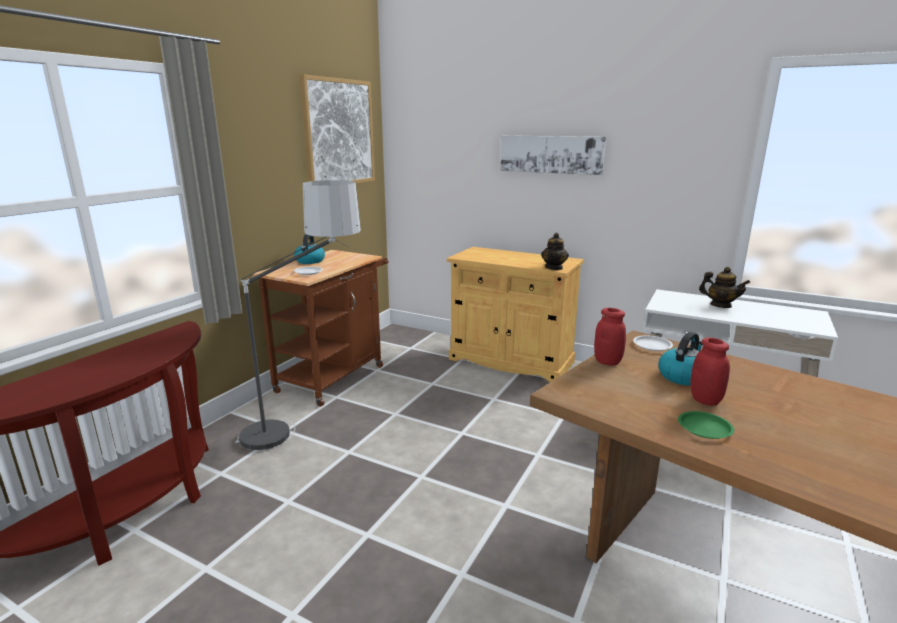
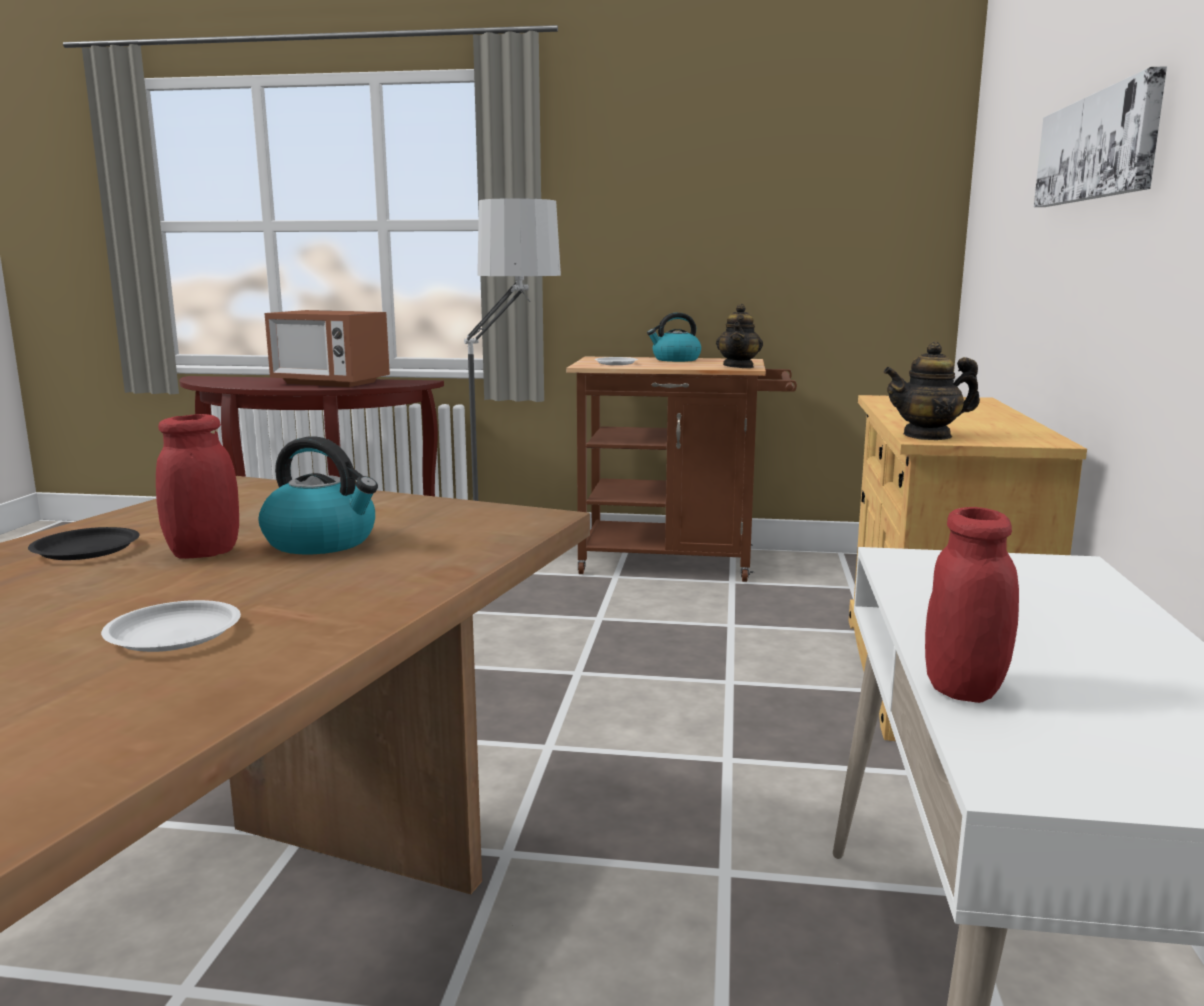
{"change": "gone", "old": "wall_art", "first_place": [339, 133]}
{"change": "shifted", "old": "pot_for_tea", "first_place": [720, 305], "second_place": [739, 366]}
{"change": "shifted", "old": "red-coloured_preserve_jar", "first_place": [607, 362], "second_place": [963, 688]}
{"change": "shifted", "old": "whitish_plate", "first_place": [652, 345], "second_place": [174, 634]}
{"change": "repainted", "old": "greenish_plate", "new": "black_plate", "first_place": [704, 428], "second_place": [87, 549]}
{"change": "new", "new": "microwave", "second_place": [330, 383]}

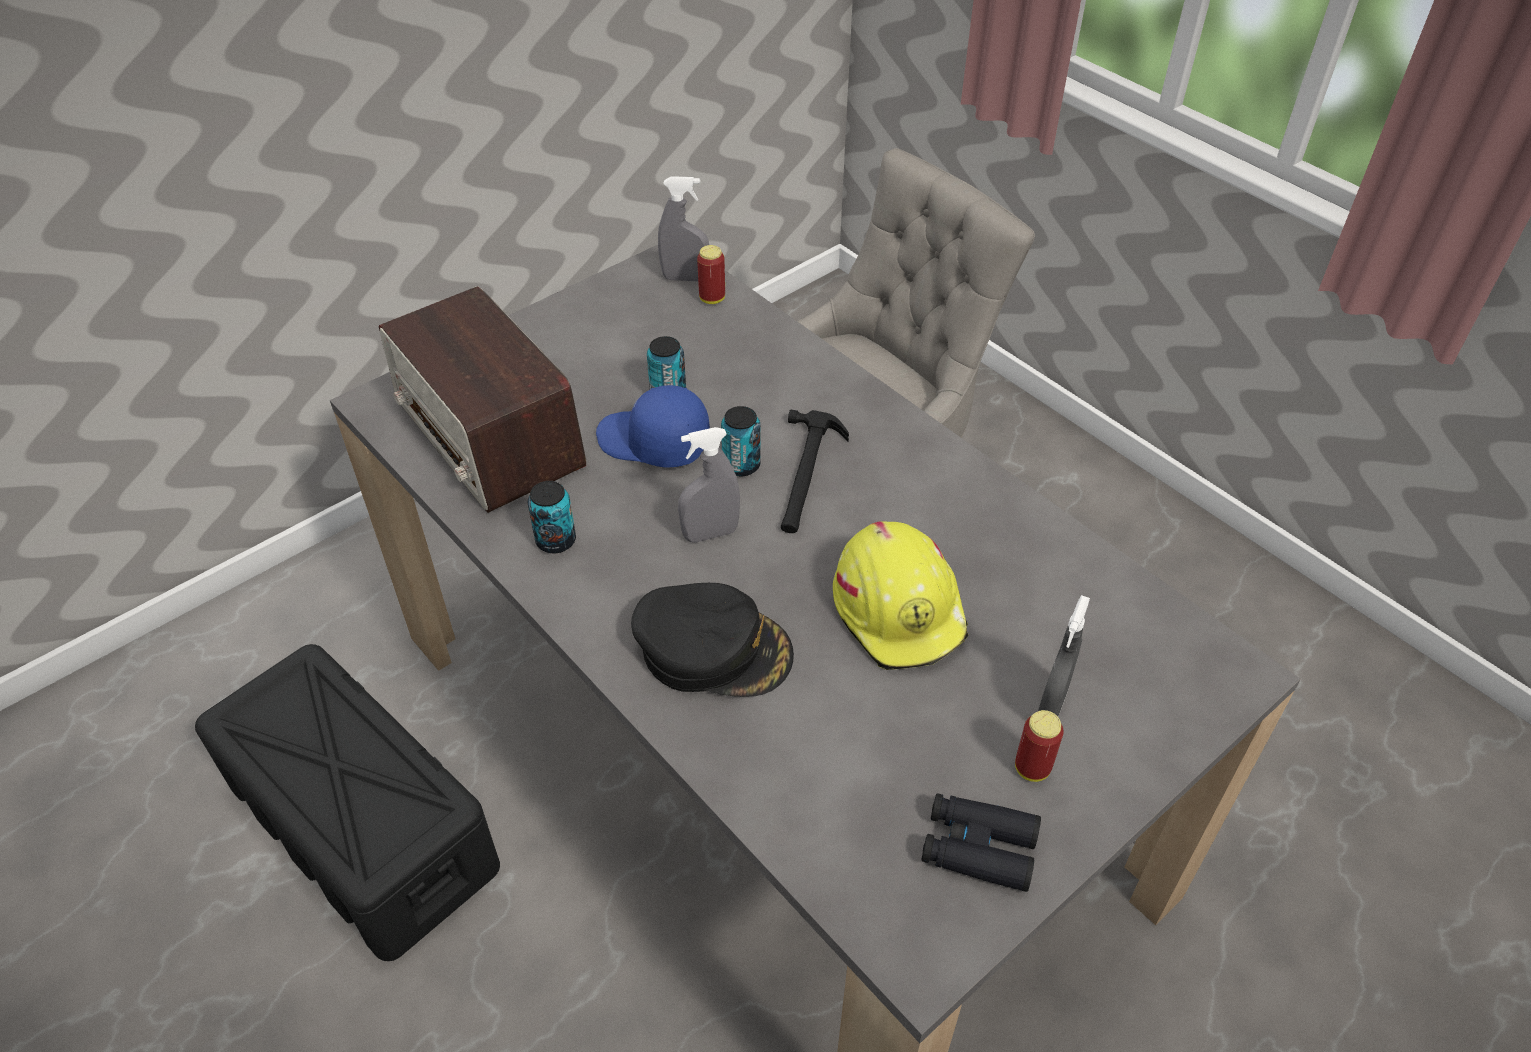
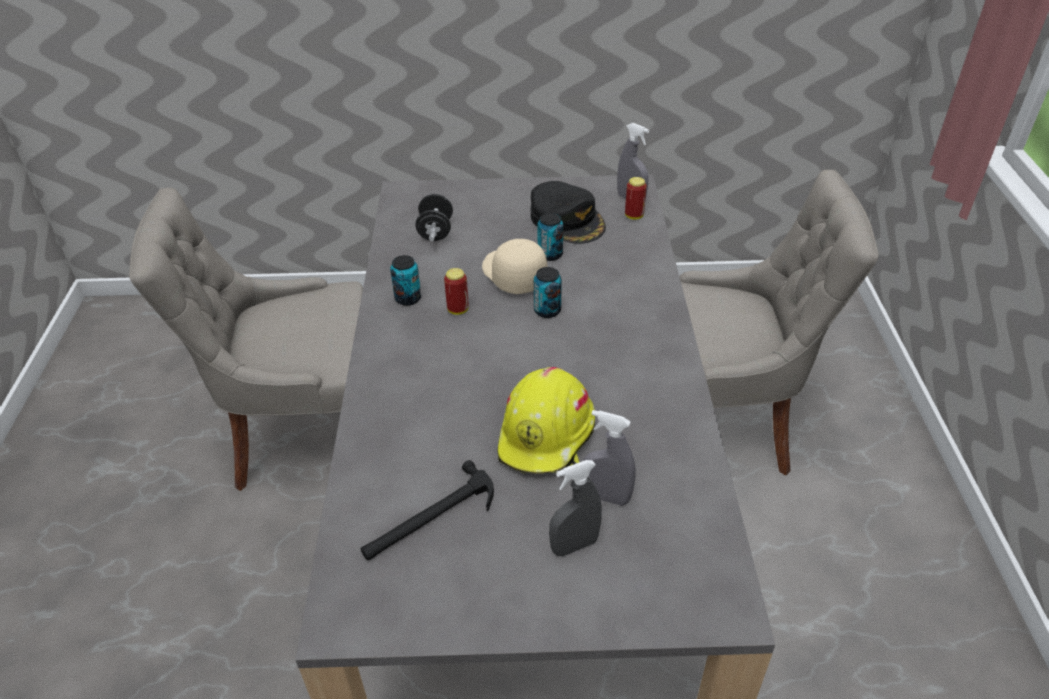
{"change": "swapped", "old": "radio_set", "new": "black_free_weight", "first_place": [490, 434], "second_place": [435, 232]}
{"change": "repainted", "old": "bluish_baseball_cap", "new": "beige-coloured_baseball_cap", "first_place": [653, 442], "second_place": [512, 275]}
{"change": "shifted", "old": "hammer", "first_place": [806, 474], "second_place": [429, 519]}
{"change": "shifted", "old": "grey_spray_bottle", "first_place": [710, 534], "second_place": [606, 497]}
{"change": "shifted", "old": "black_baseball_cap", "first_place": [713, 648], "second_place": [567, 219]}
{"change": "swapped", "old": "black_storage_bin", "new": "grey_plain_chair", "first_place": [361, 825], "second_place": [303, 434]}
{"change": "shifted", "old": "sealed_can", "first_place": [1032, 768], "second_place": [458, 310]}
{"change": "gone", "old": "black_pair_of_binoculars", "first_place": [978, 848]}

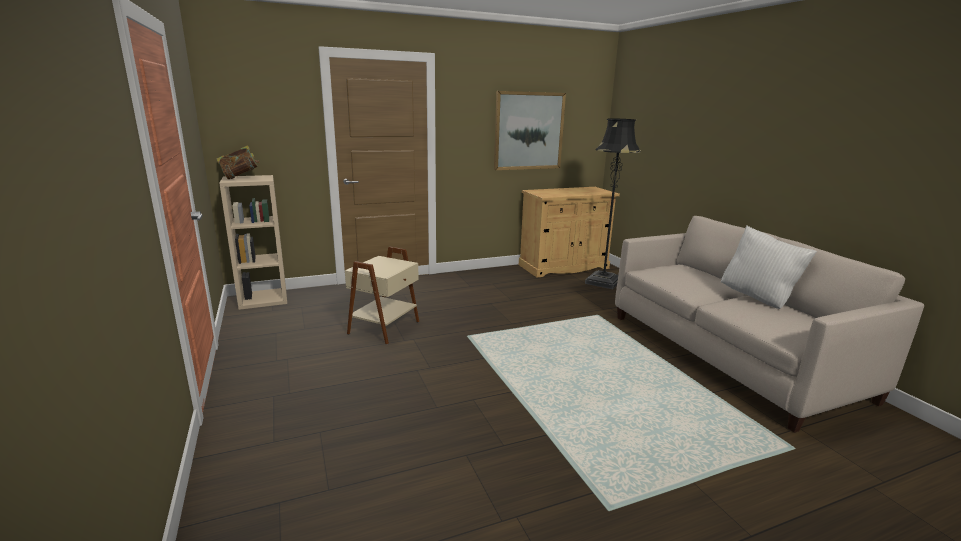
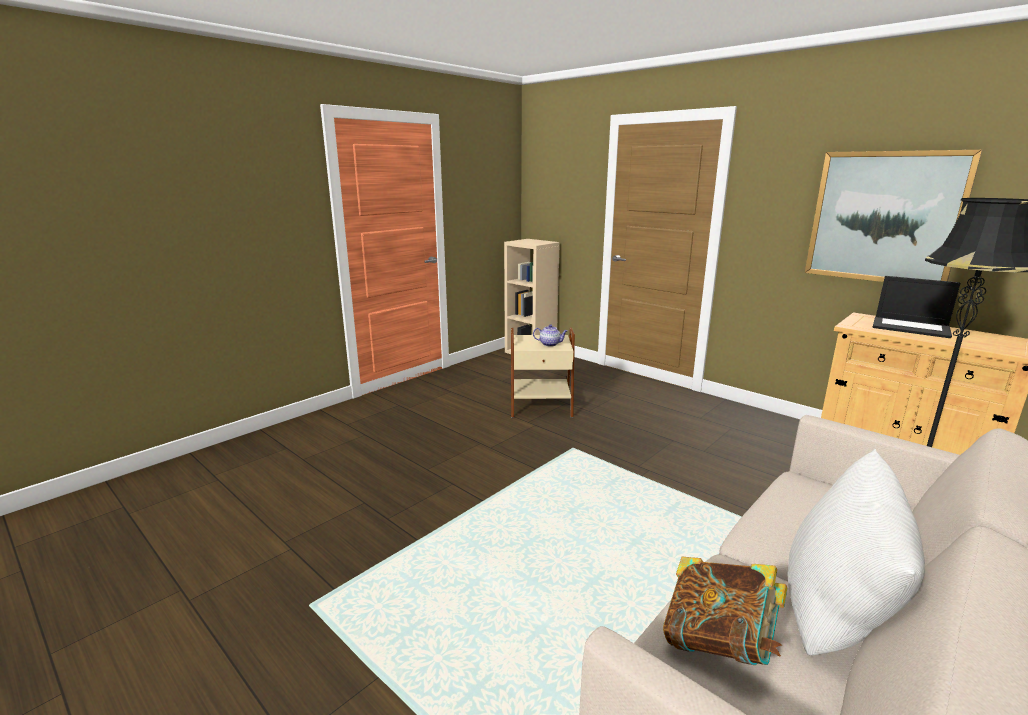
{"change": "shifted", "old": "book", "first_place": [240, 177], "second_place": [719, 642]}
{"change": "new", "new": "portable_computer", "second_place": [911, 327]}
{"change": "new", "new": "pot_for_tea", "second_place": [550, 344]}

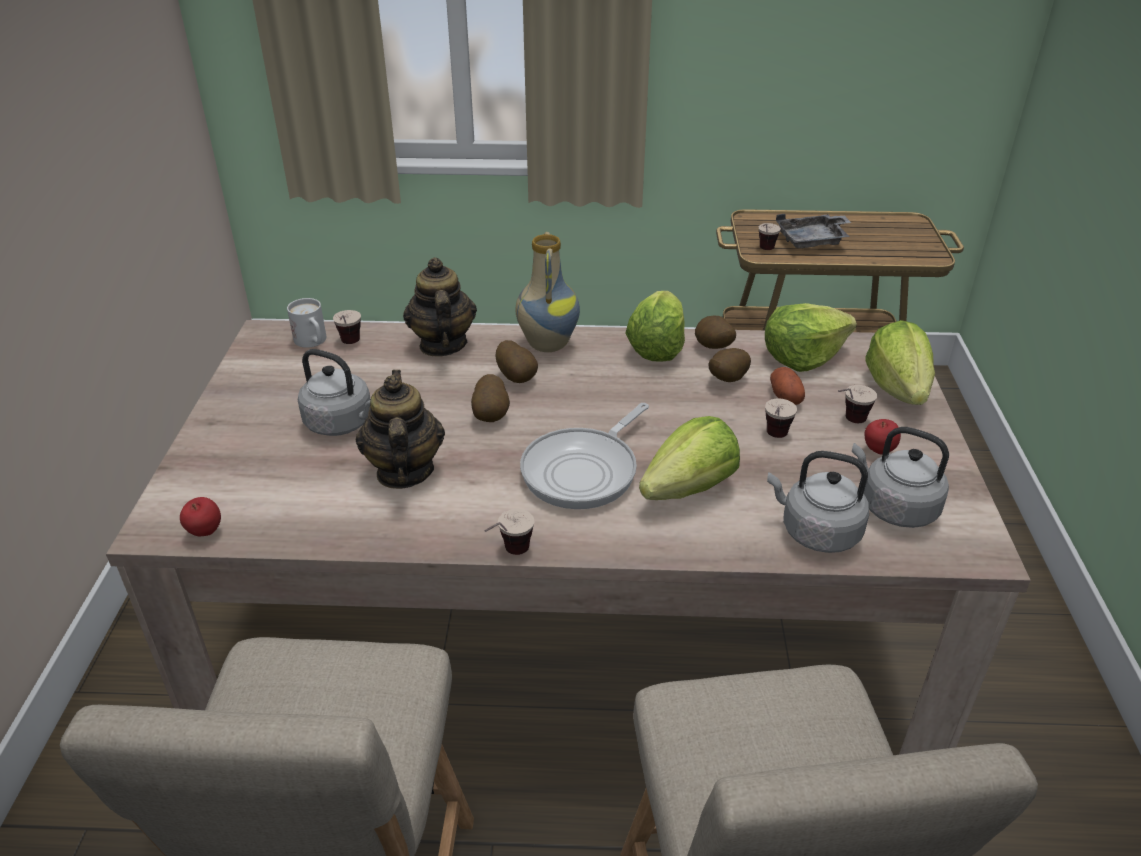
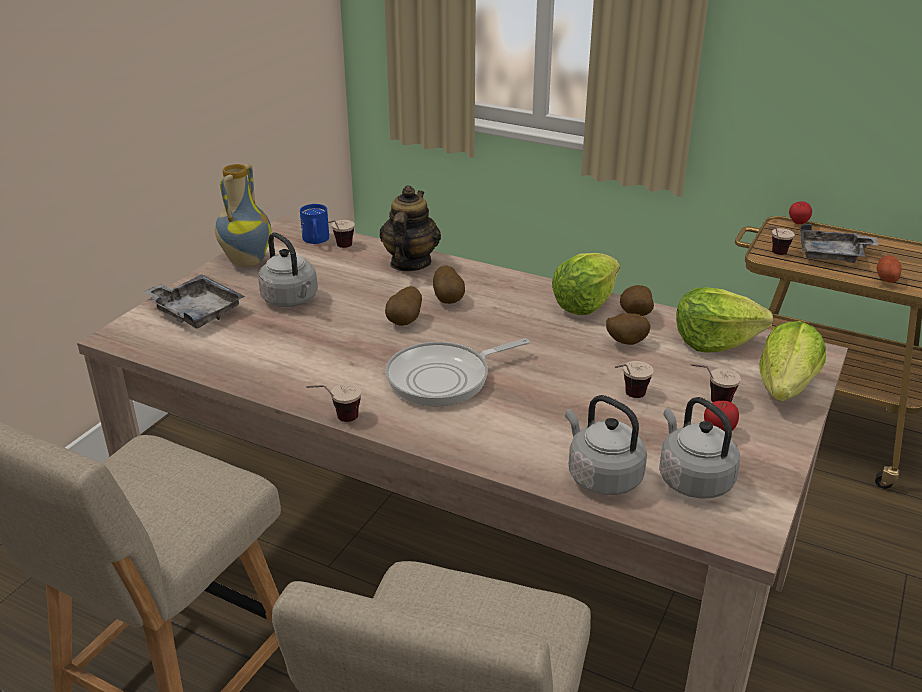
{"change": "shifted", "old": "flower_vase", "first_place": [546, 345], "second_place": [246, 261]}
{"change": "repainted", "old": "whitish_tea_mug", "new": "bluish_tea_mug", "first_place": [313, 342], "second_place": [316, 241]}
{"change": "shifted", "old": "whole_potato", "first_place": [785, 396], "second_place": [886, 277]}
{"change": "gone", "old": "pot_for_tea", "first_place": [404, 471]}
{"change": "gone", "old": "lettuce_head", "first_place": [689, 488]}
{"change": "shifted", "old": "apple_fruit", "first_place": [205, 532], "second_place": [797, 223]}
{"change": "new", "new": "grey_serving_tray", "second_place": [196, 311]}

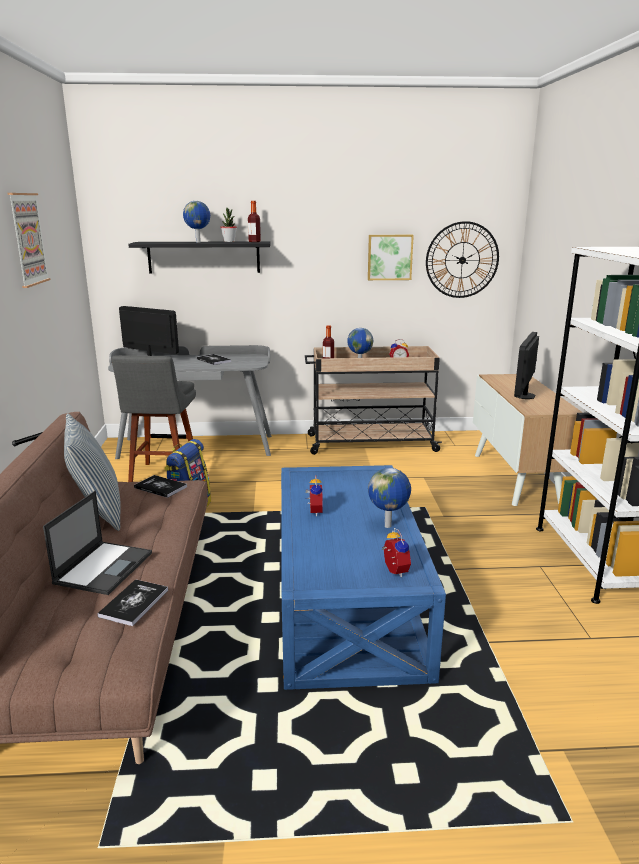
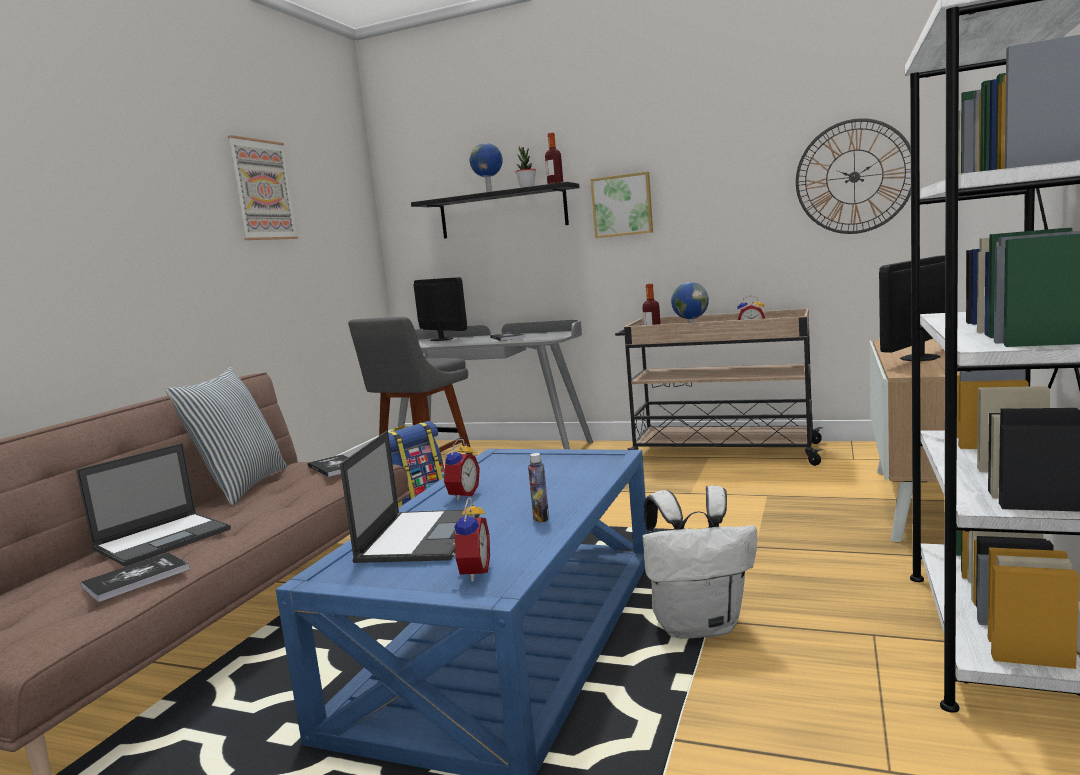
{"change": "shifted", "old": "wall_art", "first_place": [389, 257], "second_place": [622, 205]}
{"change": "swapped", "old": "world_globe", "new": "drink_bottle", "first_place": [388, 526], "second_place": [541, 518]}
{"change": "new", "new": "portable_computer", "second_place": [420, 536]}
{"change": "new", "new": "whitish_rucksack", "second_place": [699, 626]}

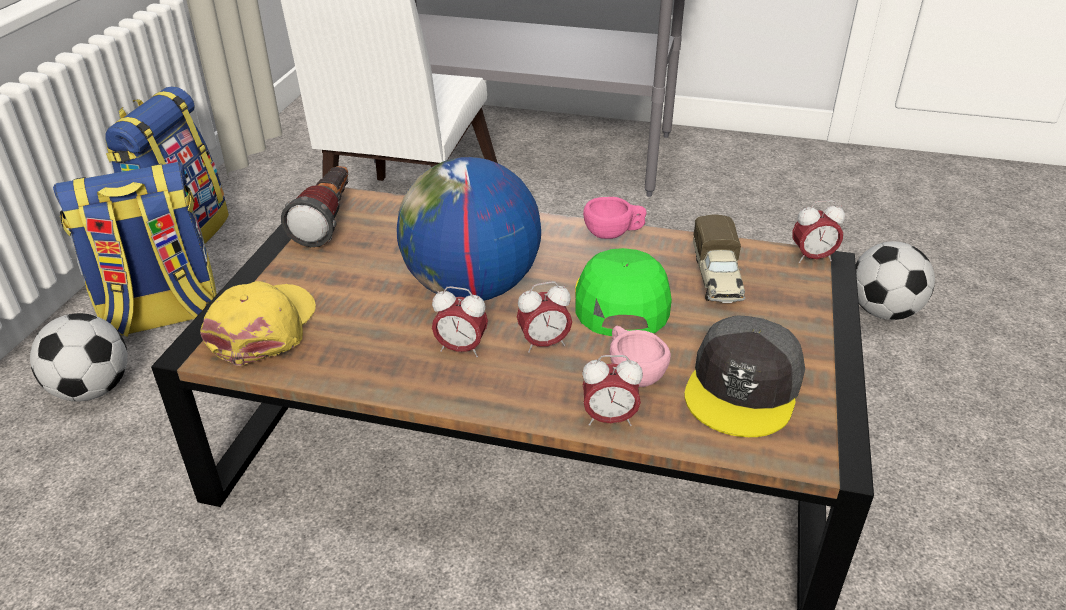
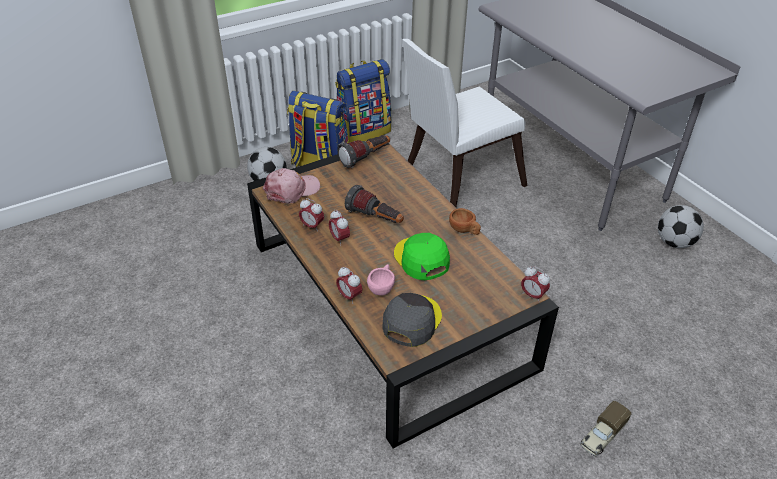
{"change": "swapped", "old": "world_globe", "new": "torch", "first_place": [471, 289], "second_place": [375, 219]}
{"change": "repainted", "old": "pink-coloured_small_cup", "new": "brown_small_cup", "first_place": [614, 234], "second_place": [464, 230]}
{"change": "shifted", "old": "toy_lorry", "first_place": [717, 279], "second_place": [602, 436]}
{"change": "shifted", "old": "football", "first_place": [883, 312], "second_place": [674, 243]}
{"change": "rotated", "old": "greenish_baseball_cap", "first_place": [620, 301], "second_place": [421, 259], "degrees": -75}
{"change": "repainted", "old": "yellowish_baseball_cap", "new": "pink-coloured_baseball_cap", "first_place": [264, 328], "second_place": [292, 190]}
{"change": "shifted", "old": "alarm_clock", "first_place": [544, 344], "second_place": [312, 226]}
{"change": "rotated", "old": "grey_baseball_cap", "first_place": [744, 388], "second_place": [411, 321], "degrees": 135}

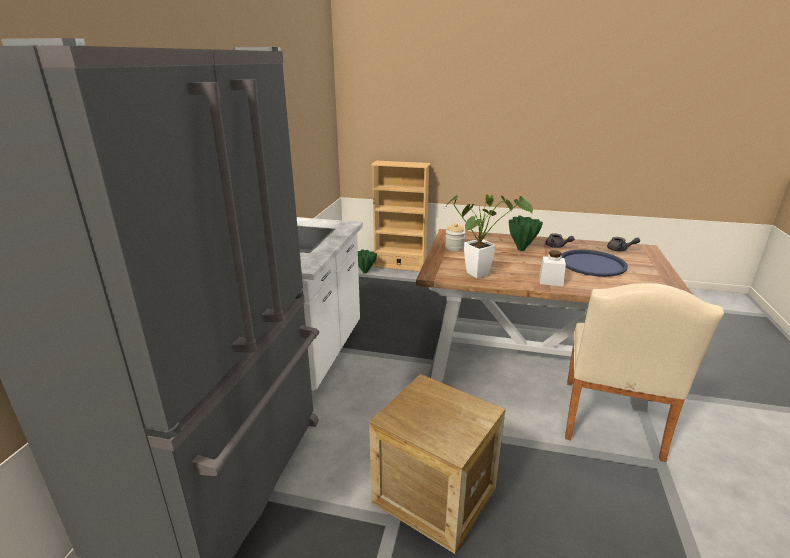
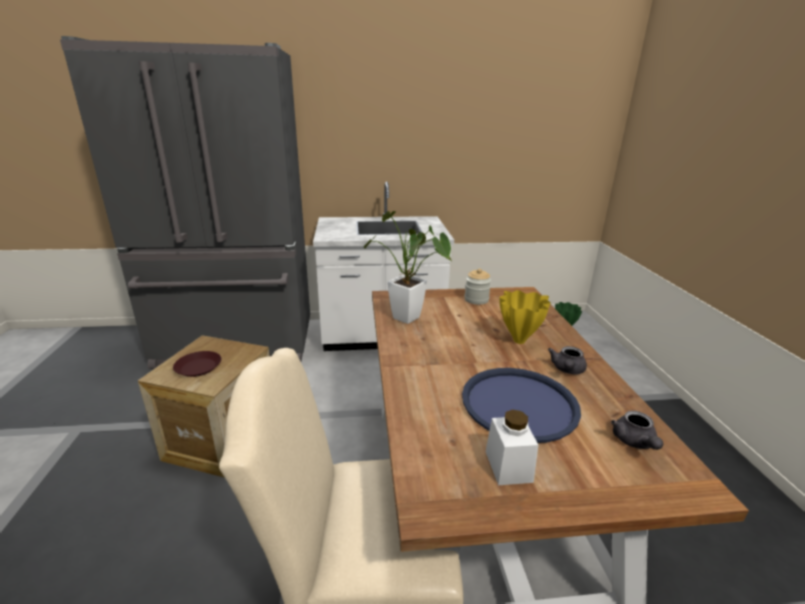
{"change": "gone", "old": "beige-coloured_shelving_unit", "first_place": [400, 266]}
{"change": "repainted", "old": "greenish_flower_vase", "new": "yellowish_flower_vase", "first_place": [521, 249], "second_place": [518, 341]}
{"change": "shifted", "old": "whitish_preserve_jar", "first_place": [550, 281], "second_place": [508, 466]}
{"change": "new", "new": "brown_plate", "second_place": [198, 368]}

